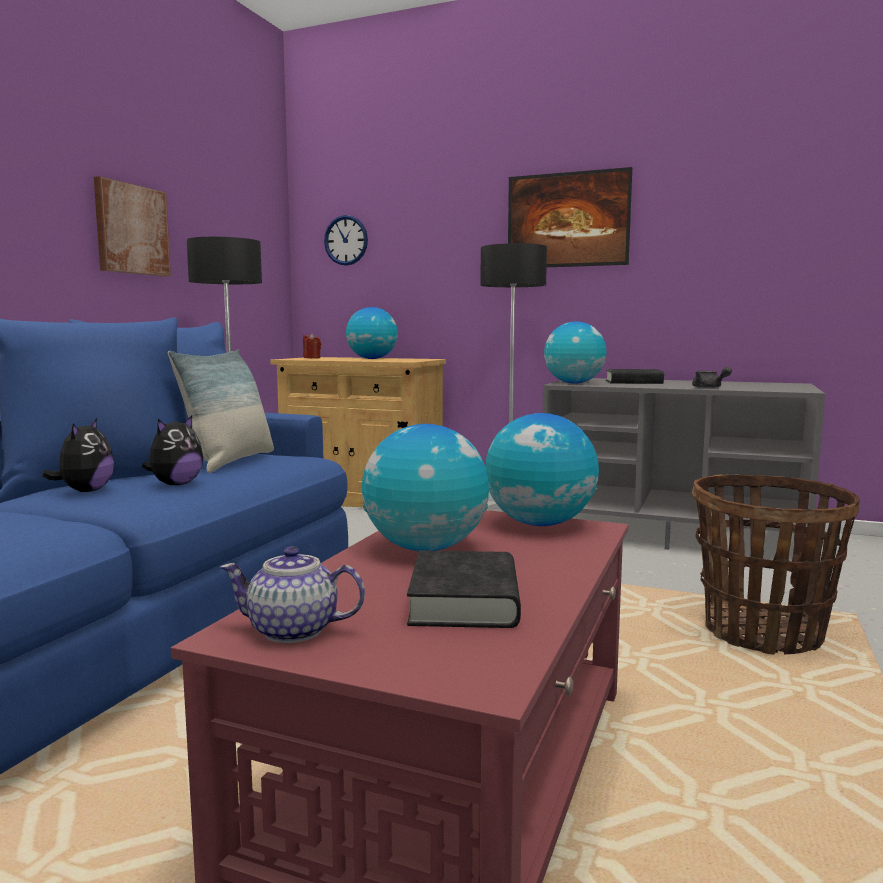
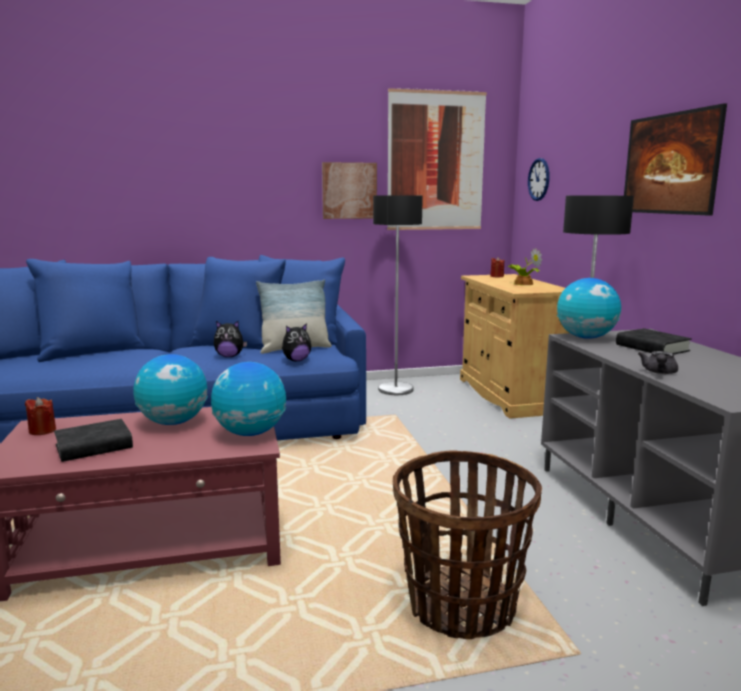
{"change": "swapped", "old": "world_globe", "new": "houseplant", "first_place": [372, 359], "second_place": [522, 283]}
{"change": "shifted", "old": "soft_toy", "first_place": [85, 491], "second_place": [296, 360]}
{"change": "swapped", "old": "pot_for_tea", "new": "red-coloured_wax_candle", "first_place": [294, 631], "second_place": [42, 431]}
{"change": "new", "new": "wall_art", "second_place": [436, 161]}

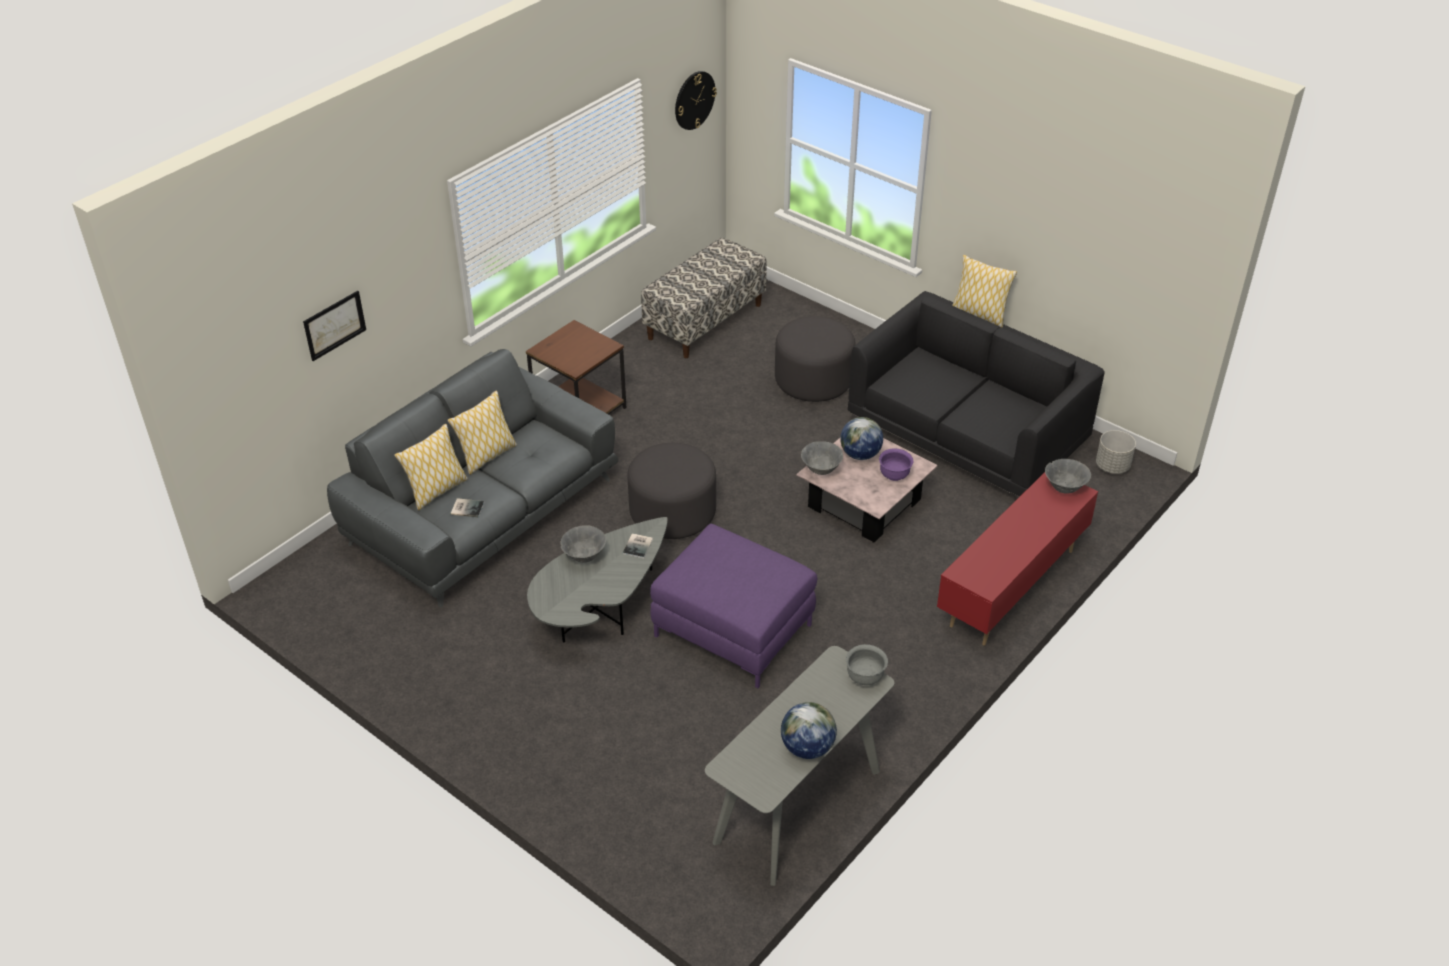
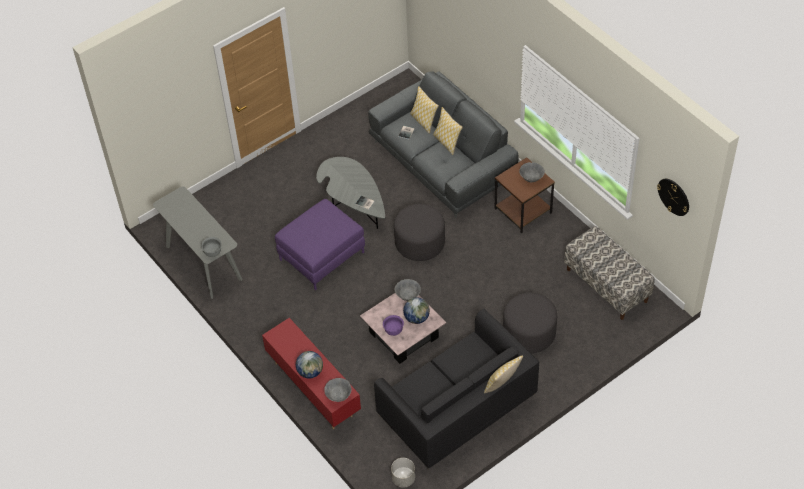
{"change": "gone", "old": "wall_art", "first_place": [334, 325]}
{"change": "shifted", "old": "grey_bowl", "first_place": [584, 557], "second_place": [531, 178]}
{"change": "shifted", "old": "world_globe", "first_place": [807, 748], "second_place": [310, 372]}

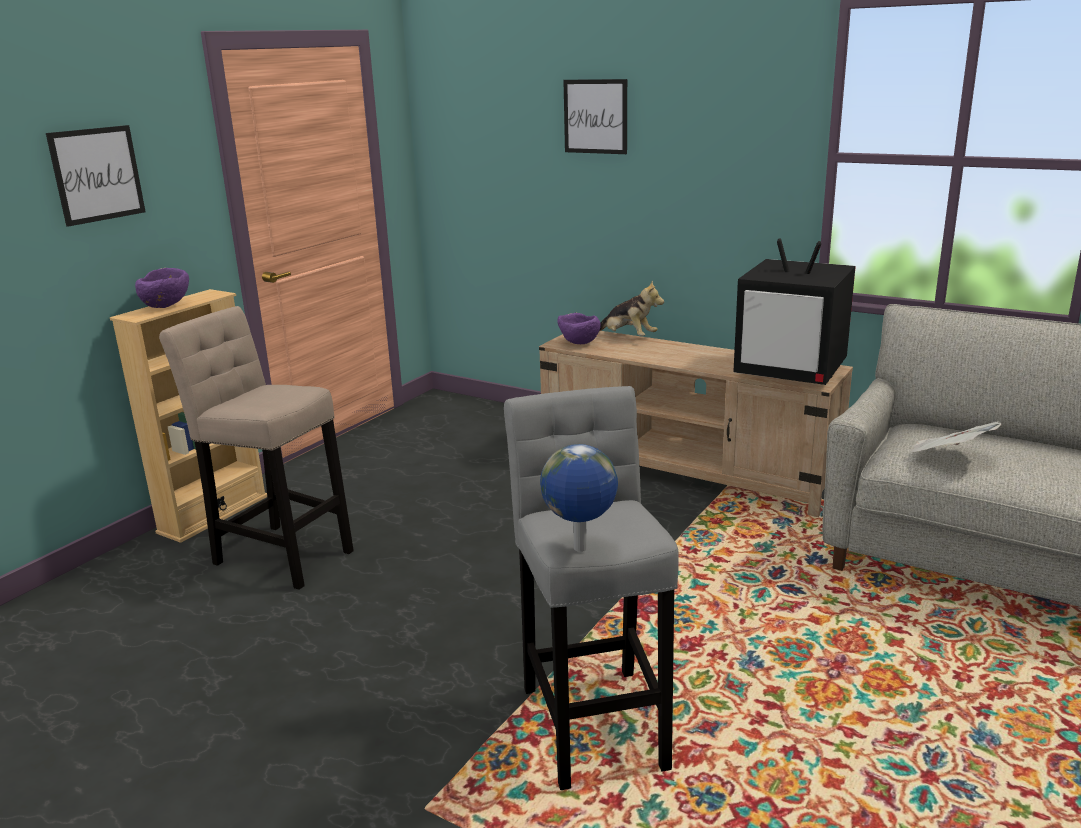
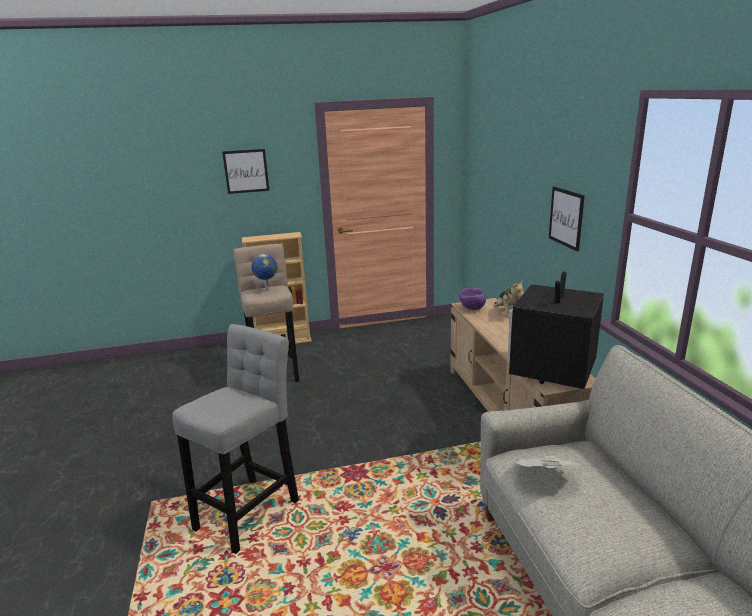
{"change": "shifted", "old": "wall_art", "first_place": [595, 116], "second_place": [566, 218]}
{"change": "rotated", "old": "television", "first_place": [792, 372], "second_place": [552, 372], "degrees": 45}
{"change": "gone", "old": "purple_bowl", "first_place": [167, 306]}
{"change": "shifted", "old": "world_globe", "first_place": [580, 549], "second_place": [266, 290]}

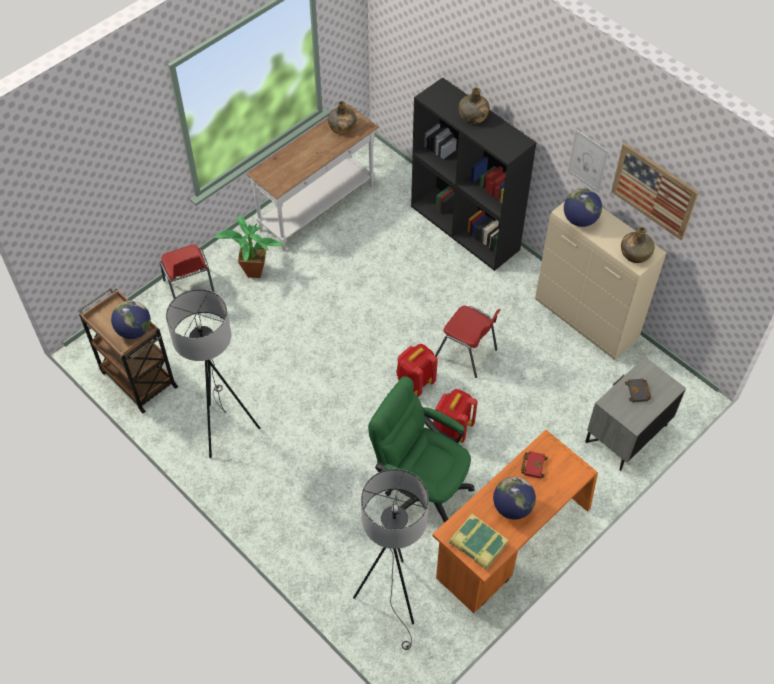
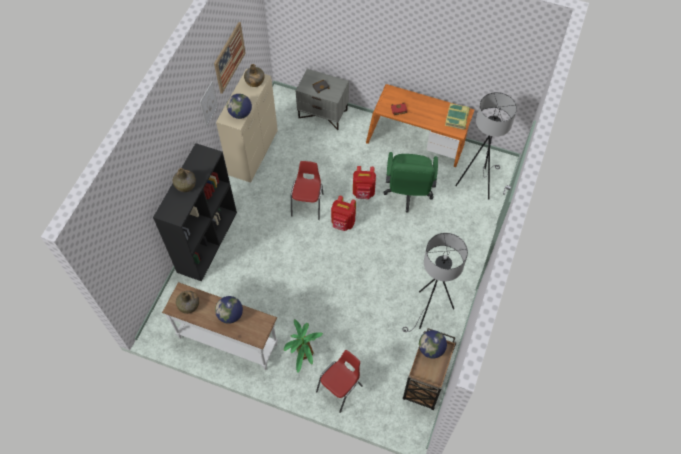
{"change": "shifted", "old": "world_globe", "first_place": [512, 507], "second_place": [230, 315]}

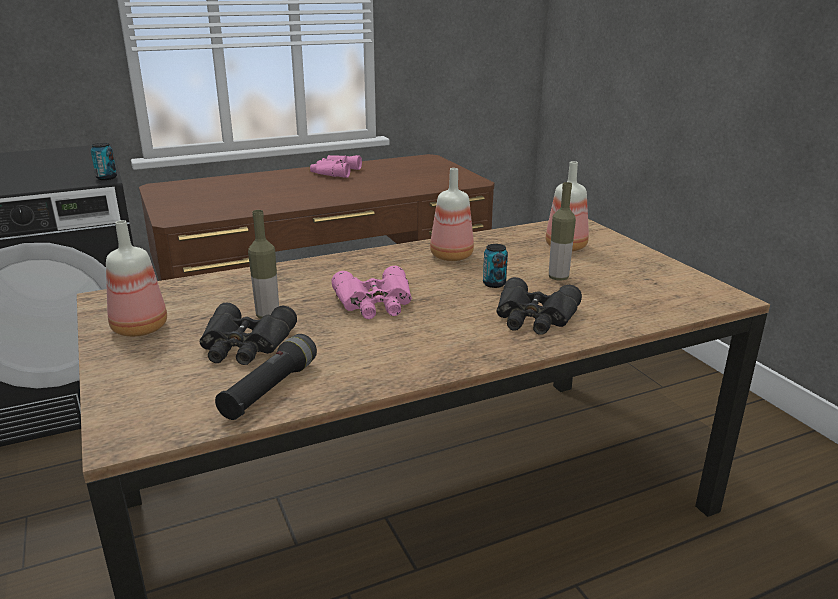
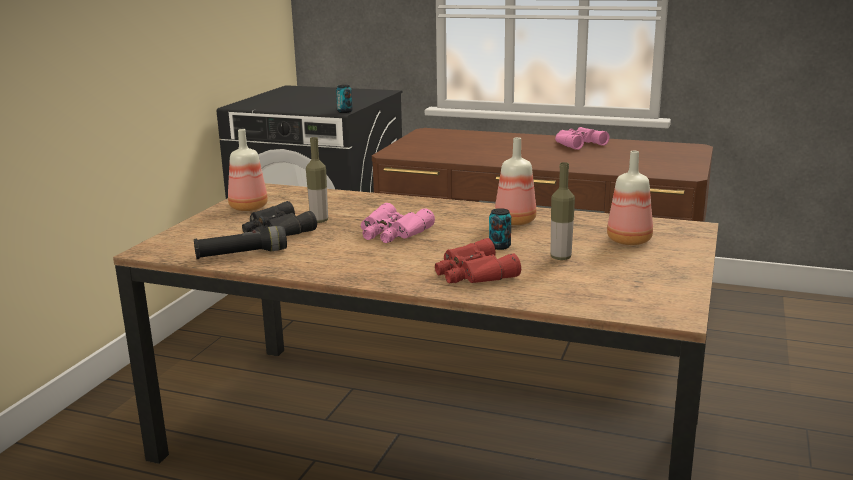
{"change": "repainted", "old": "black_pair_of_binoculars", "new": "red-coloured_pair_of_binoculars", "first_place": [534, 317], "second_place": [473, 273]}

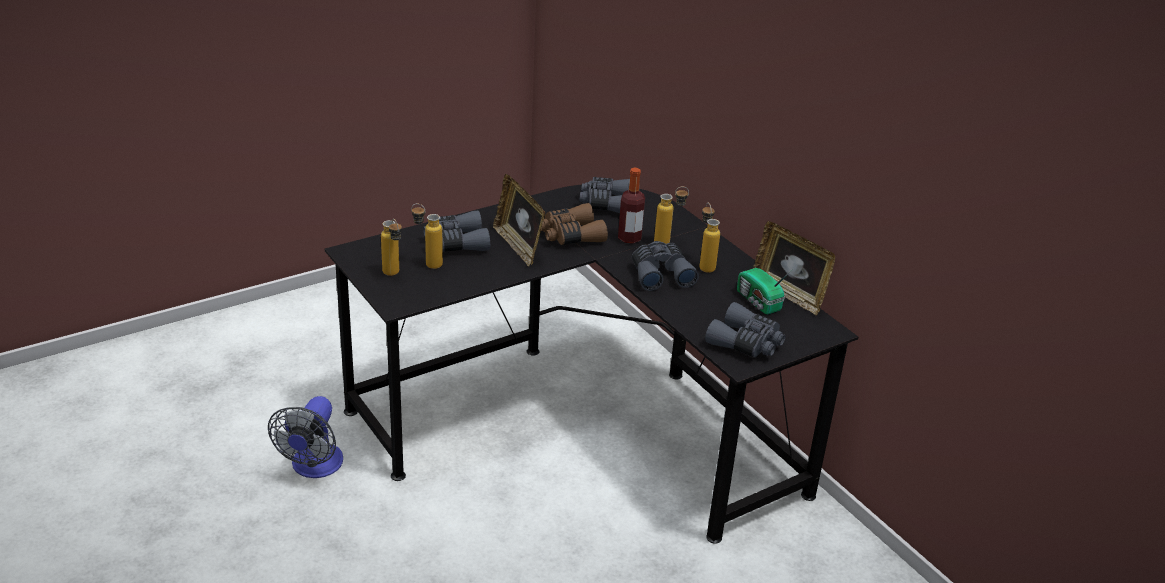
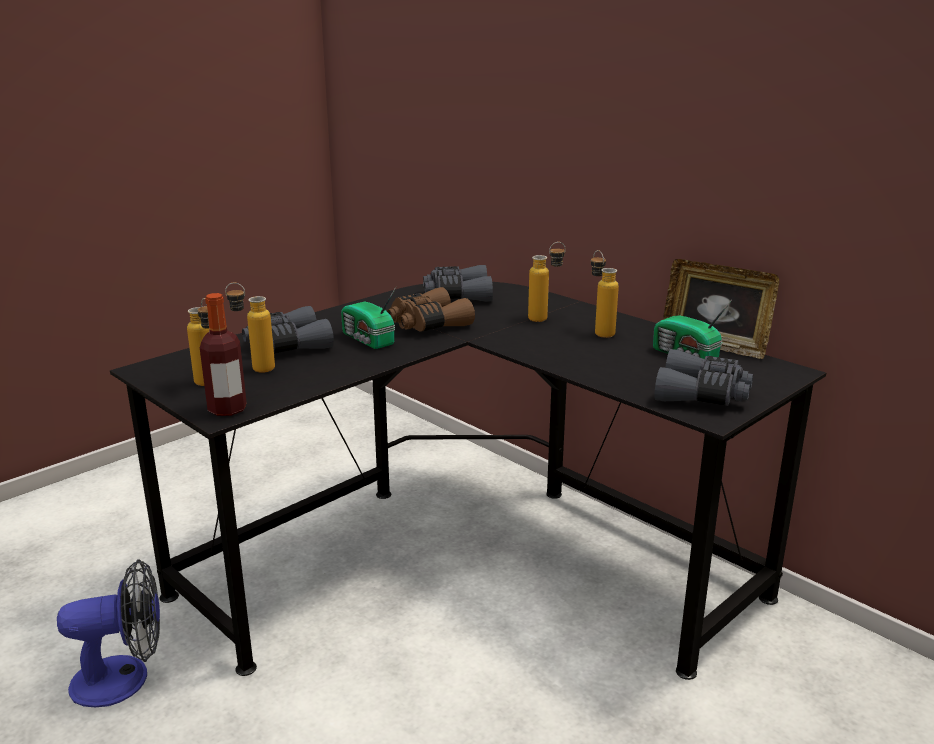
{"change": "shifted", "old": "drink_bottle", "first_place": [629, 238], "second_place": [227, 409]}
{"change": "swapped", "old": "standing_frame", "new": "radio_set", "first_place": [518, 246], "second_place": [367, 340]}
{"change": "gone", "old": "grey_pair_of_binoculars", "first_place": [660, 273]}
{"change": "rotated", "old": "cooling_fan", "first_place": [314, 467], "second_place": [124, 678], "degrees": -105}

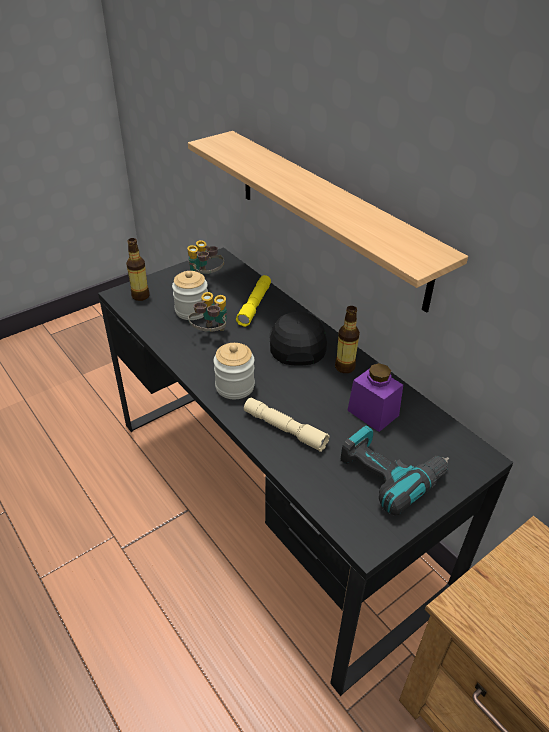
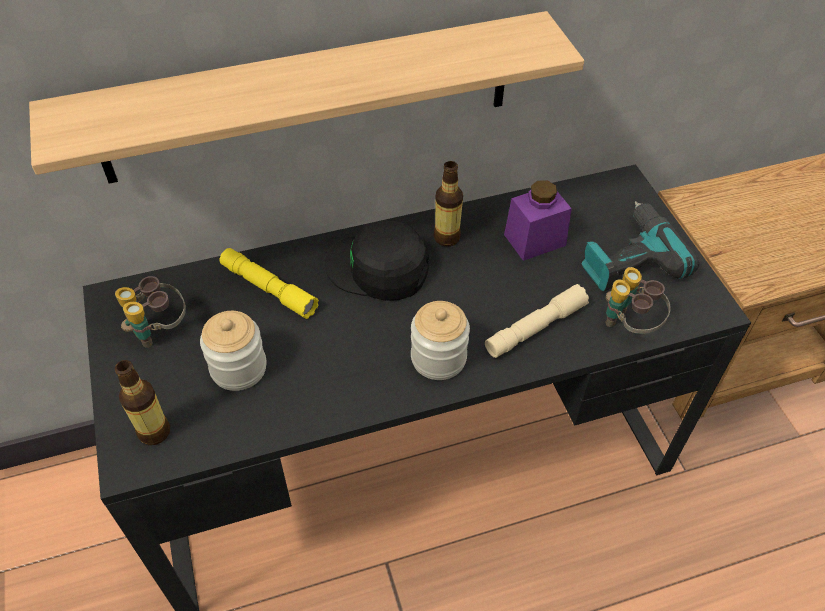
{"change": "shifted", "old": "pair_of_binoculars", "first_place": [211, 333], "second_place": [629, 325]}

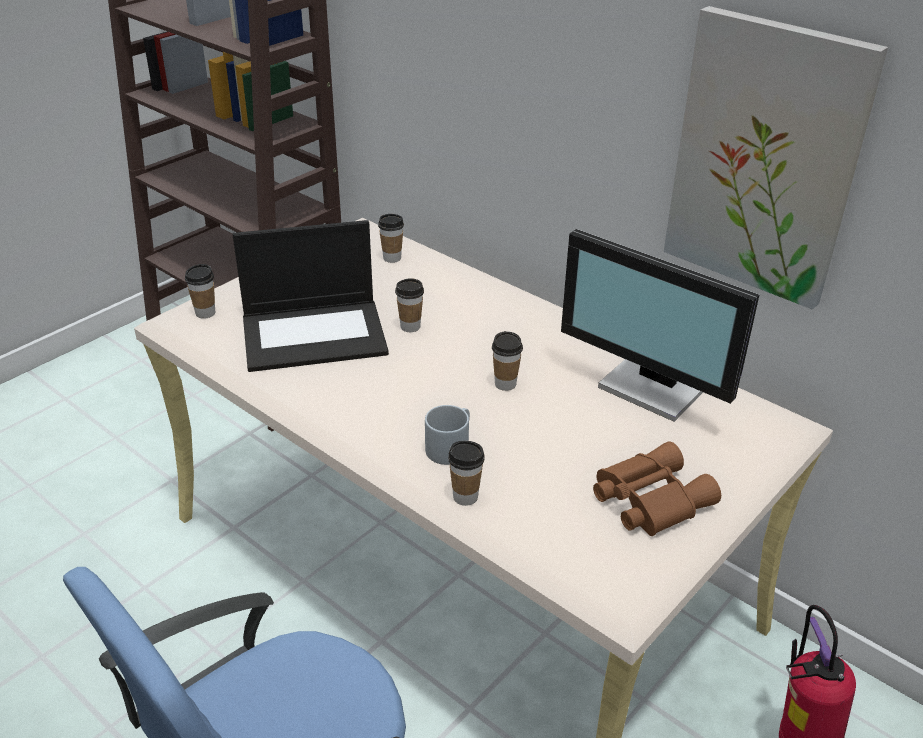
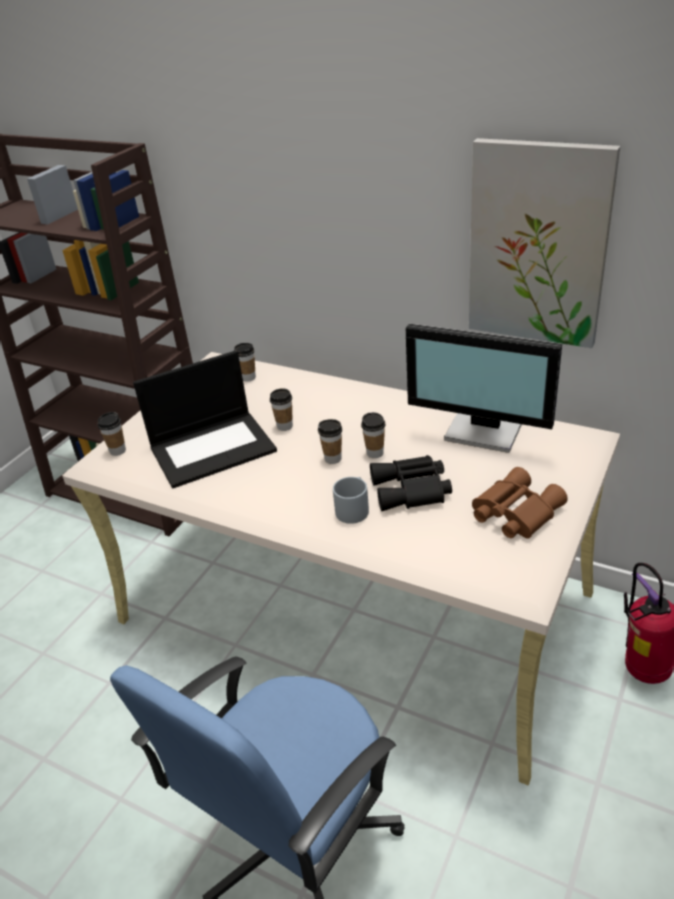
{"change": "shifted", "old": "small_cup", "first_place": [465, 497], "second_place": [333, 459]}
{"change": "new", "new": "black_pair_of_binoculars", "second_place": [412, 490]}

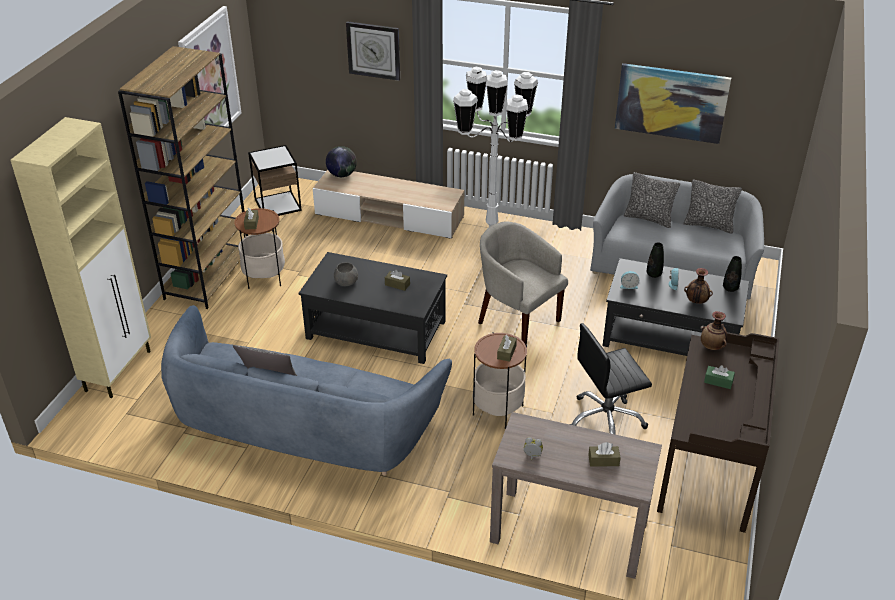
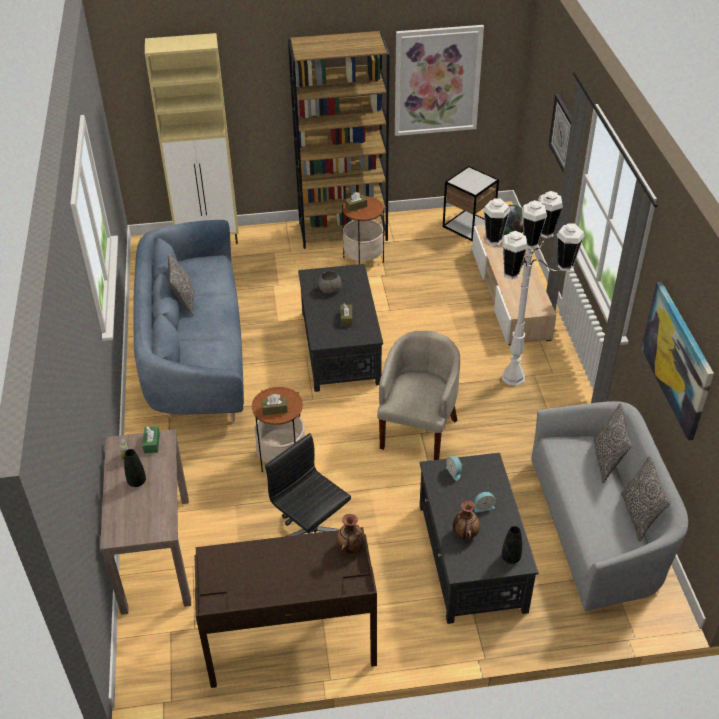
{"change": "shifted", "old": "black_flower_vase", "first_place": [653, 274], "second_place": [137, 482]}
{"change": "shifted", "old": "greenish_box_of_tissues", "first_place": [718, 381], "second_place": [152, 443]}
{"change": "gone", "old": "brown_box_of_tissues", "first_place": [603, 460]}

